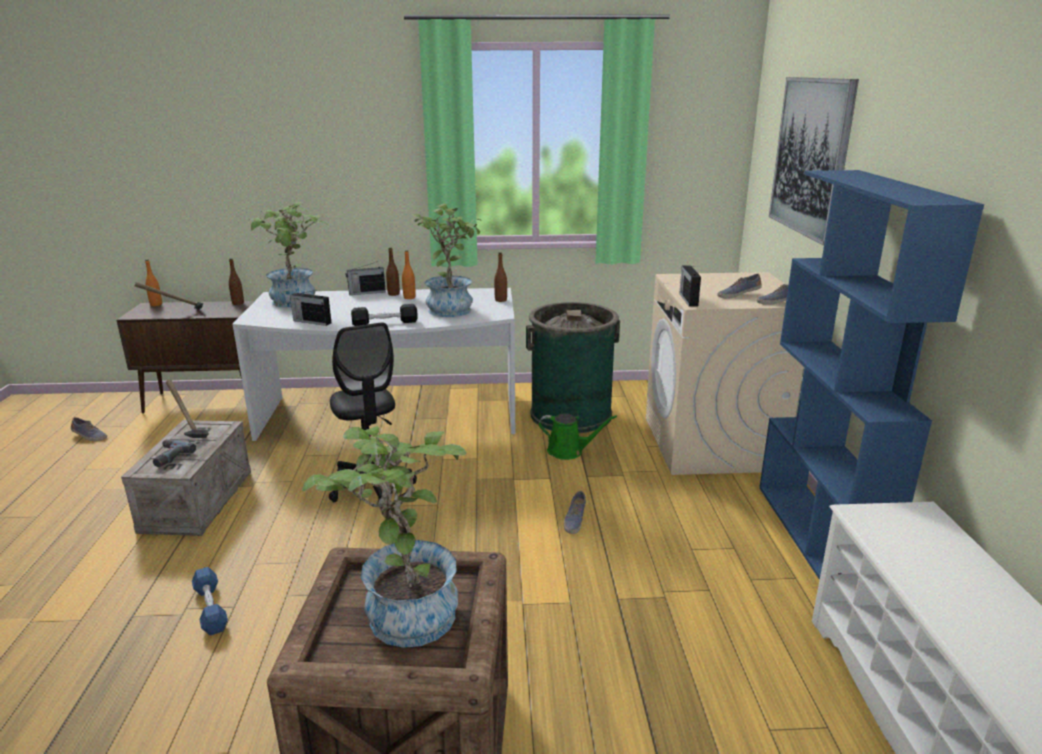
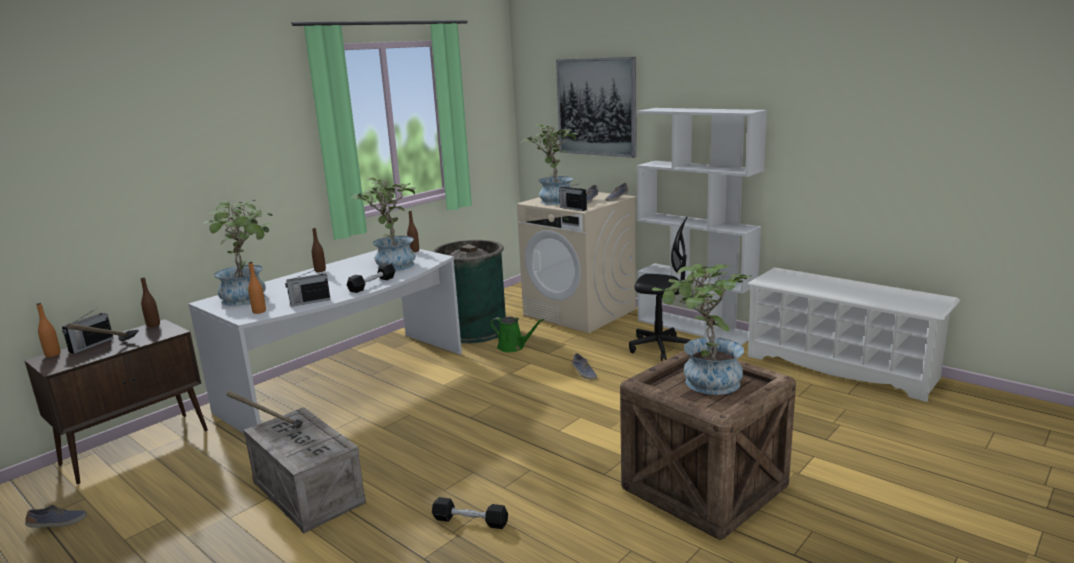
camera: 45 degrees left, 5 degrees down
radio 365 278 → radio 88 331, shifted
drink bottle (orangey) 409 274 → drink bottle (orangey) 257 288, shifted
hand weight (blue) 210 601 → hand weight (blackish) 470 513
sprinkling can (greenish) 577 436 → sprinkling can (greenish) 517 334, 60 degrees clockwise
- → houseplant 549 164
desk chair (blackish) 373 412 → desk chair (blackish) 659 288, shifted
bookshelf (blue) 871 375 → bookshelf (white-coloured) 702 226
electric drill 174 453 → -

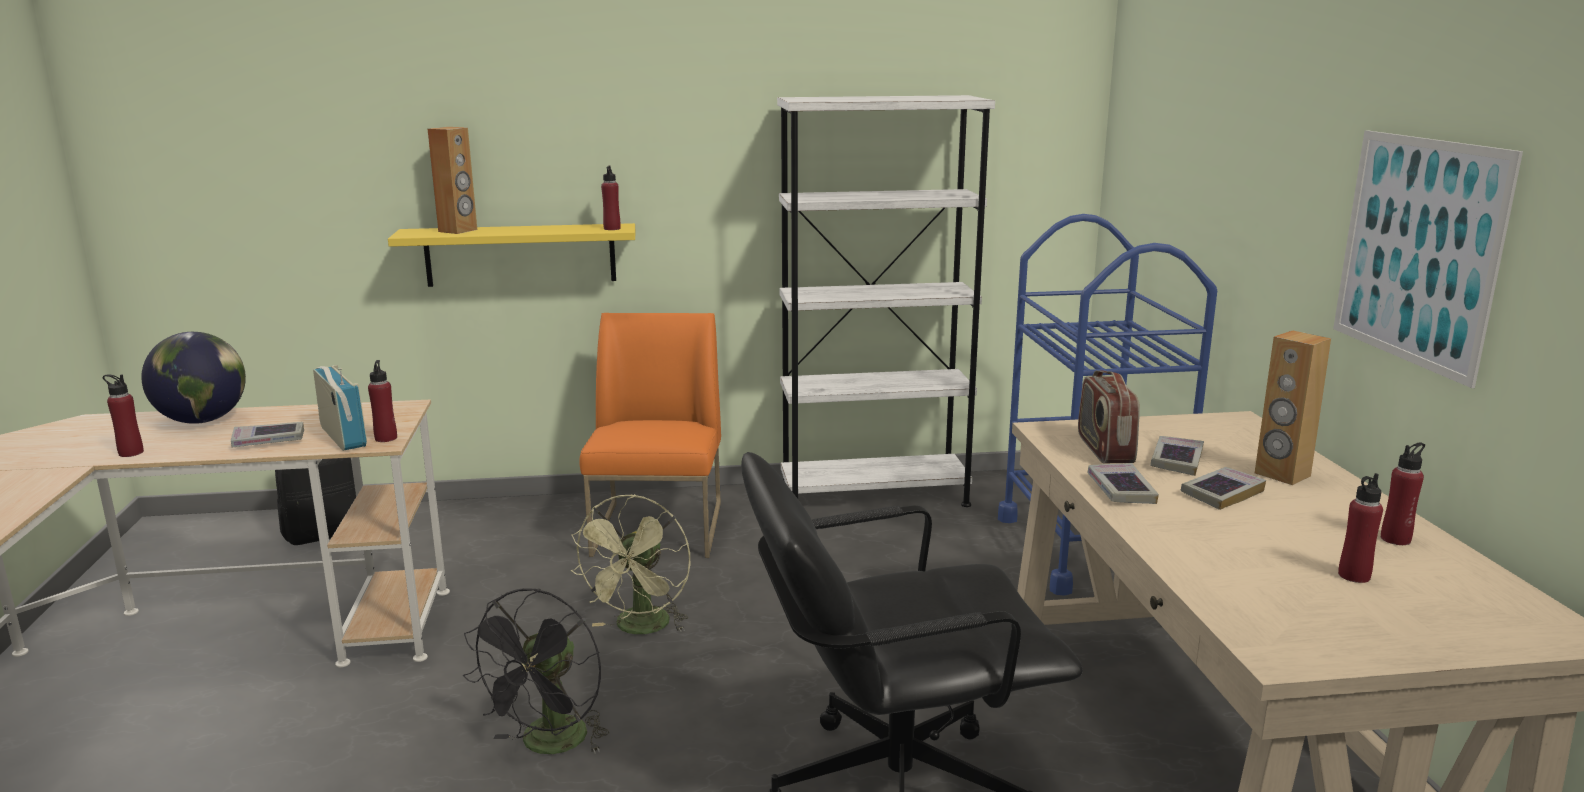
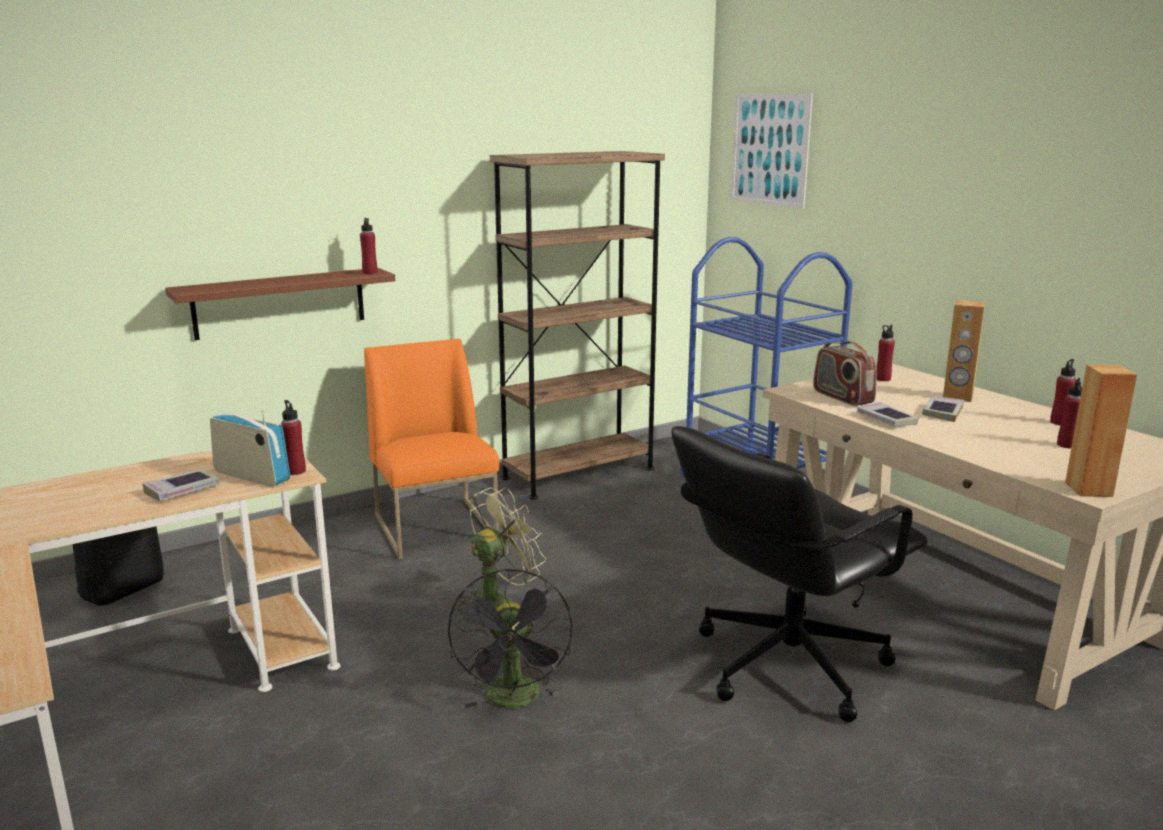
camera: 25 degrees left, 0 degrees up
shelf (yellow-coloured) 511 255 → shelf (brown-coloured) 280 304
cooling fan (greenish) 630 564 → cooling fan (greenish) 499 551, 120 degrees counterclockwise
bookshelf (white-coloured) 886 301 → bookshelf (brown-coloured) 577 325
picture 1428 259 → picture 772 151, shifted
drink bottle (reddish) 123 415 → drink bottle (reddish) 885 352, shifted
loudspeaker (brown-coloured) 452 180 → loudspeaker (brown-coloured) 1101 431, shifted
globe 193 378 → -
bound book 1177 456 → -

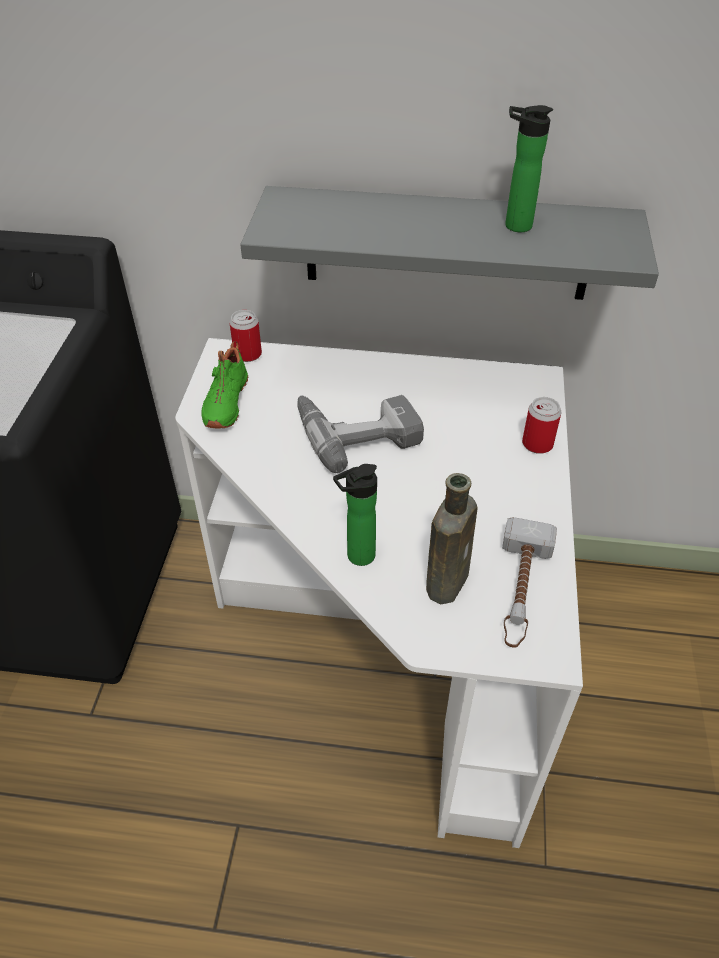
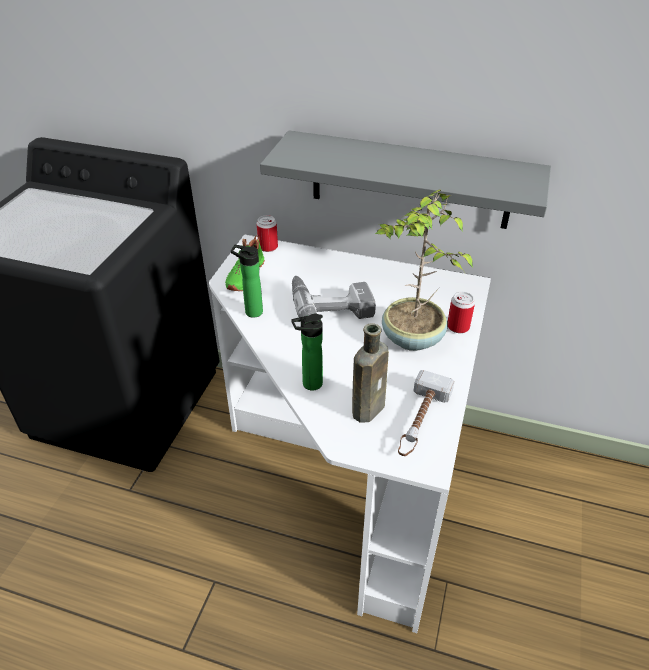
camera: 10 degrees right, 5 degrees down
drink bottle 529 168 → drink bottle 247 281, shifted
- → houseplant 424 270

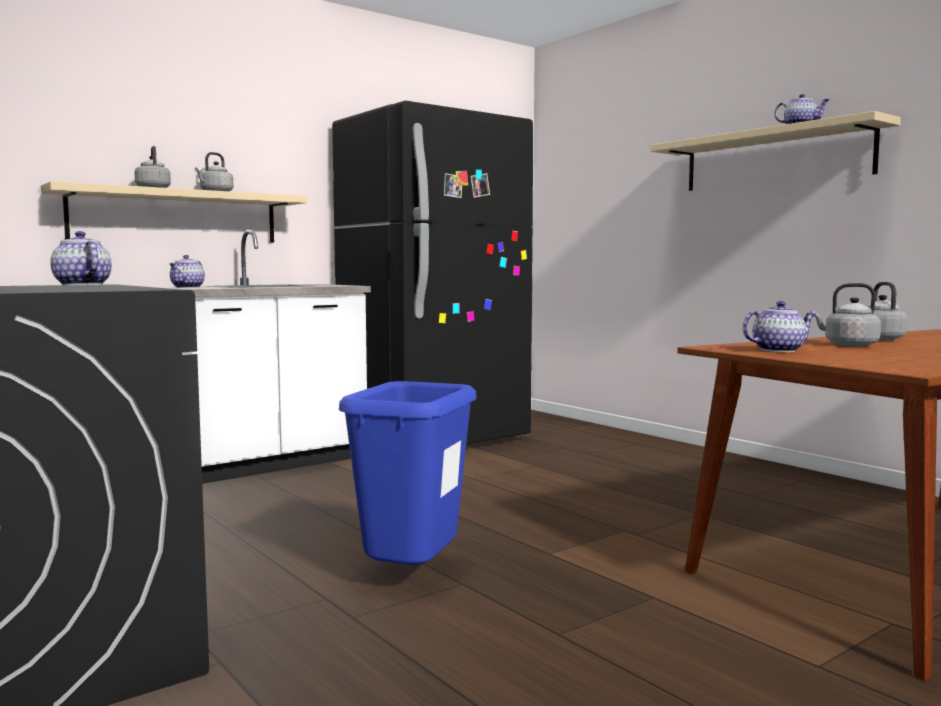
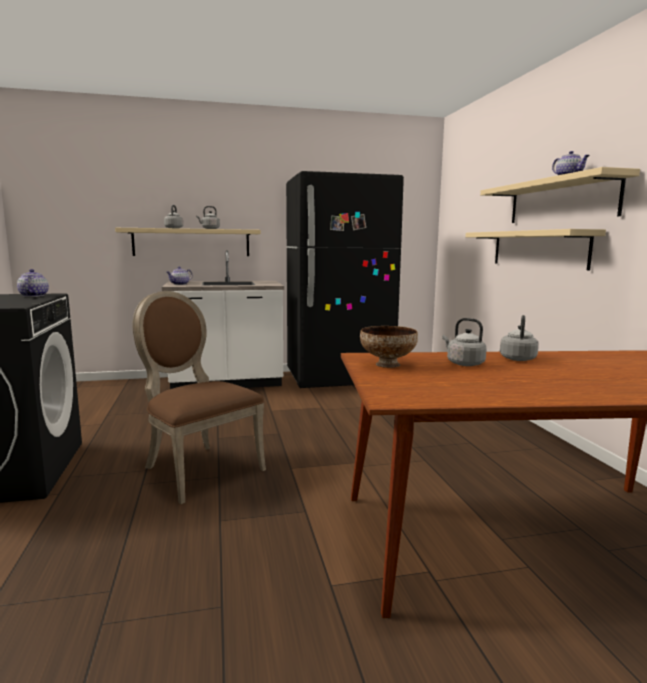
camera: 25 degrees right, 5 degrees up
trash can (blue) 408 473 → upright chair (brown-coloured) 199 397
teapot 779 326 → deep dish 389 347
- → shelf (beige) 535 249

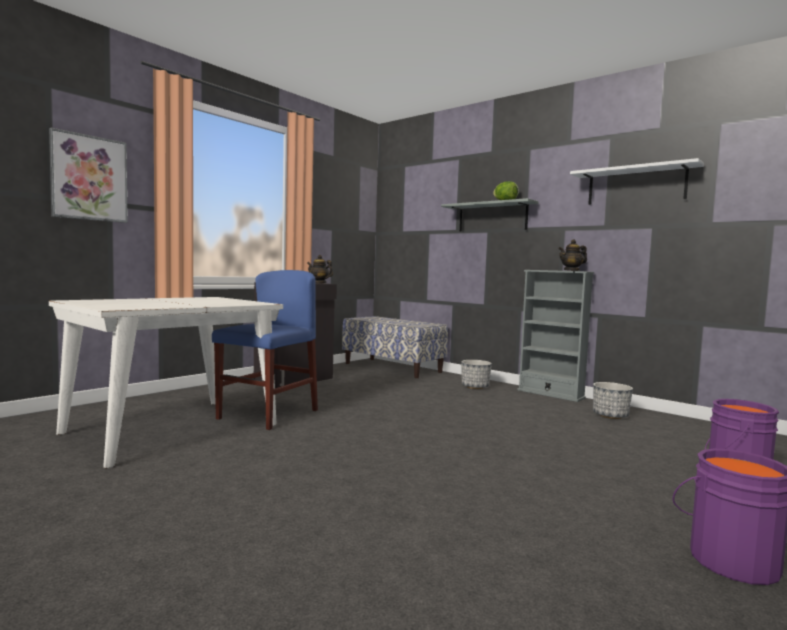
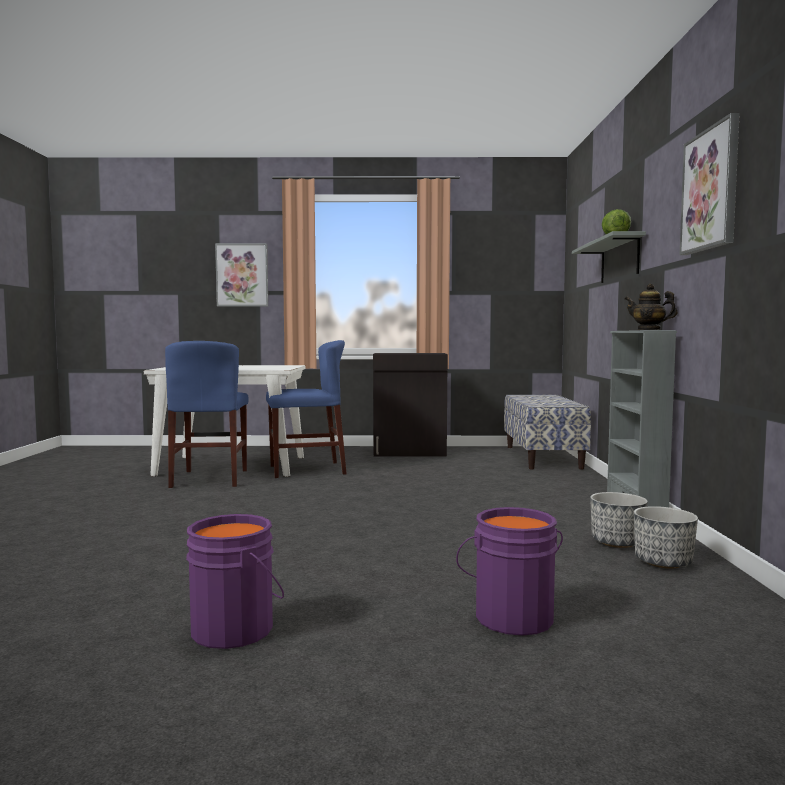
camera: 50 degrees right, 0 degrees up
- → upright chair (blue) 207 414
planter 476 374 → planter 666 537, shifted
shelf (white-coloured) 637 181 → picture 709 184
teapot 320 269 → -

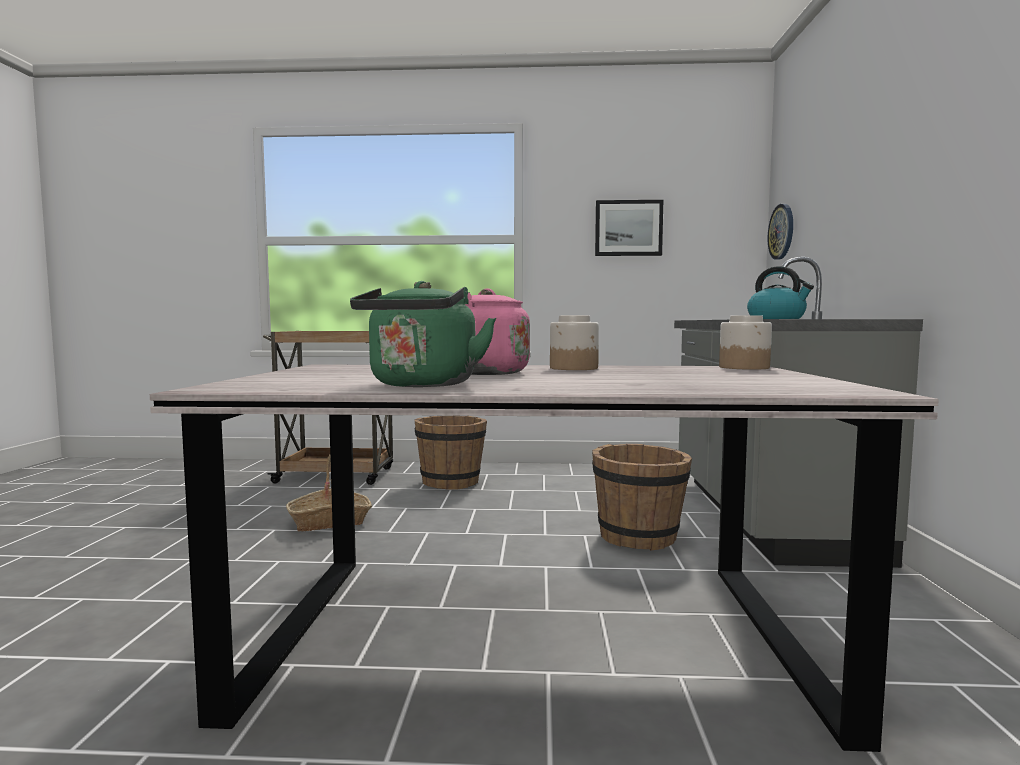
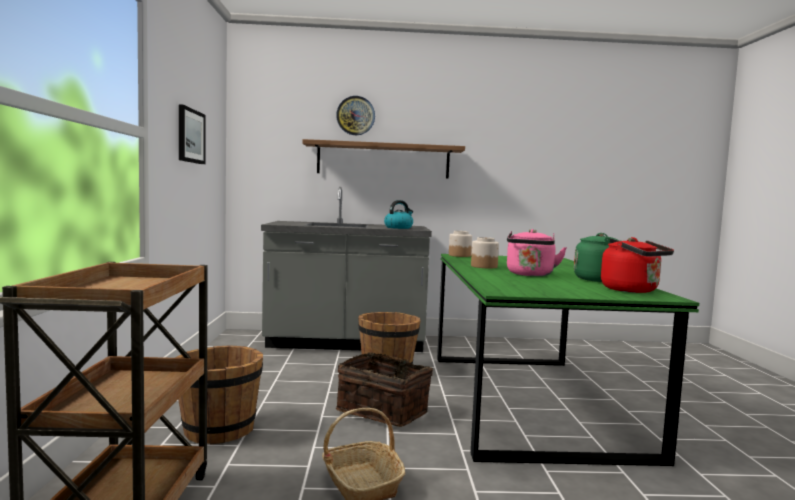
camera: 95 degrees left, 0 degrees up
- → shelf 383 159
wall clock 780 232 → wall clock 355 115, shifted
- → storage basket 384 390
dinner table (gray) 544 558 → dinner table (greenish) 568 360
- → tea kettle (reddish) 637 265

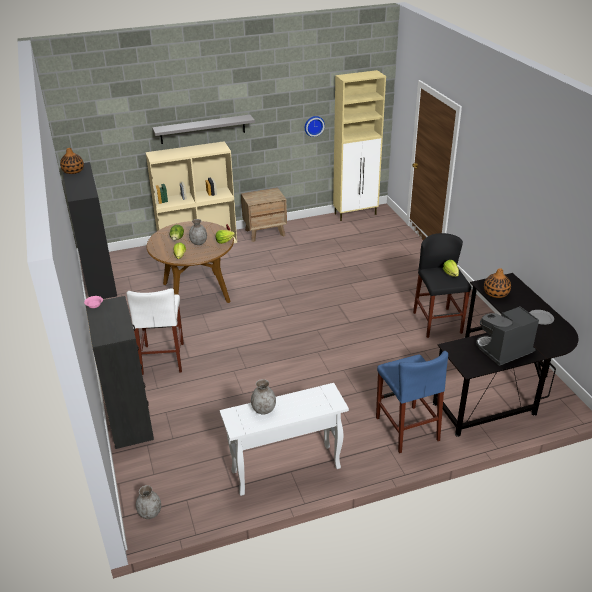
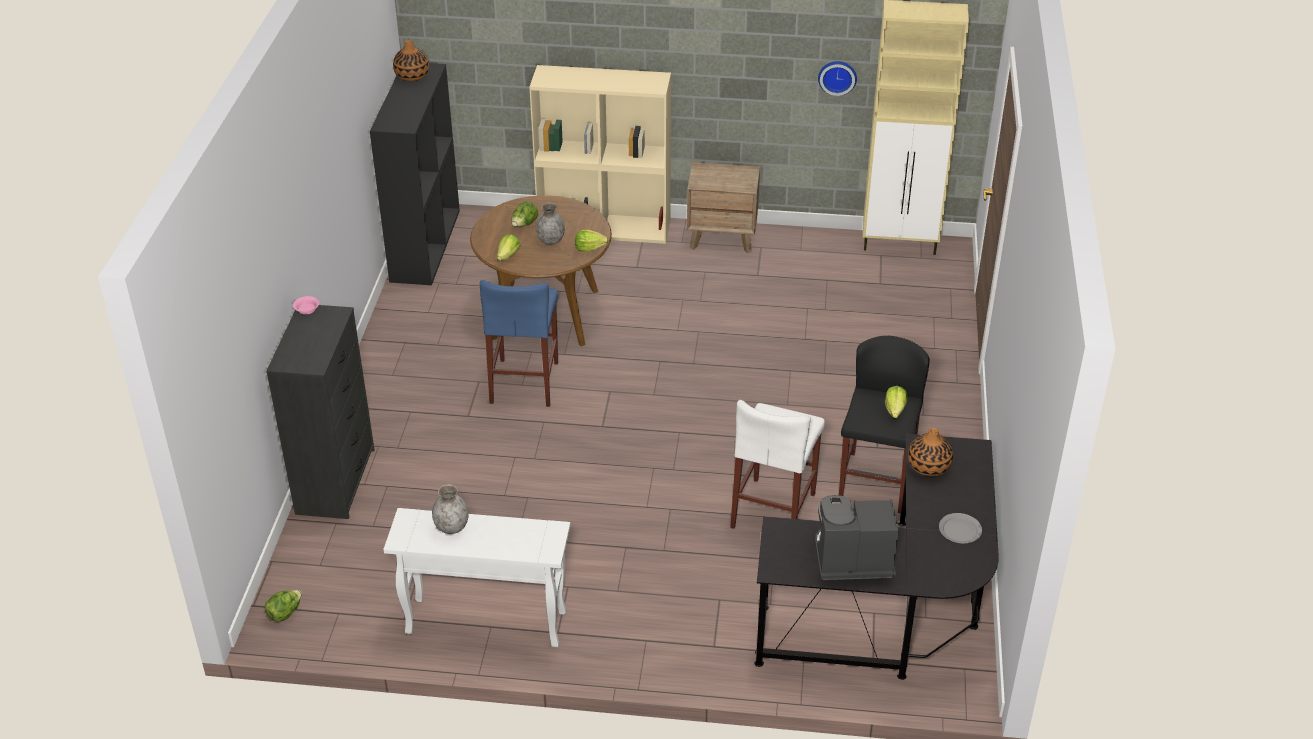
camera: 25 degrees right, 5 degrees up
flower vase (gray) 148 502 → lettuce head 283 606
stool seat (blue) 412 402 → stool seat (blue) 519 343, shifted
stool seat (white-coloured) 155 331 → stool seat (white-coloured) 777 464, shifted
shelf (gray) 203 129 → -

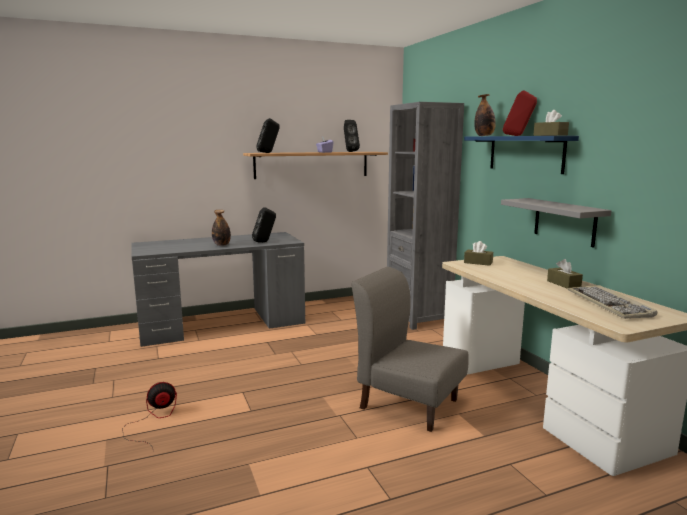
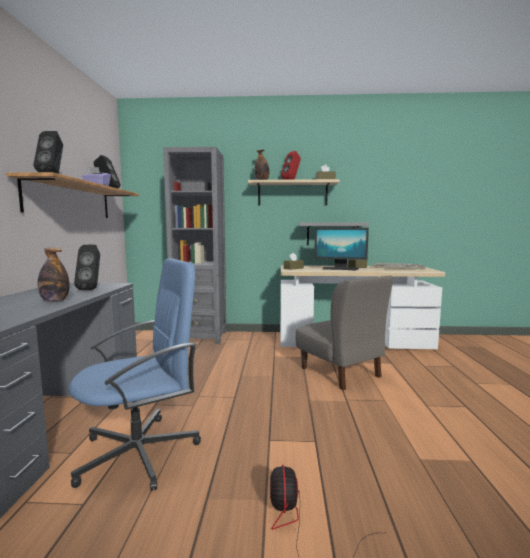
camera: 65 degrees left, 5 degrees down
- → desk chair (blue) 135 374
shelf (blue) 521 155 → shelf (beige) 293 192
upright chair (gray) 410 349 → upright chair (gray) 344 333, 90 degrees counterclockwise
- → computer screen 341 249

